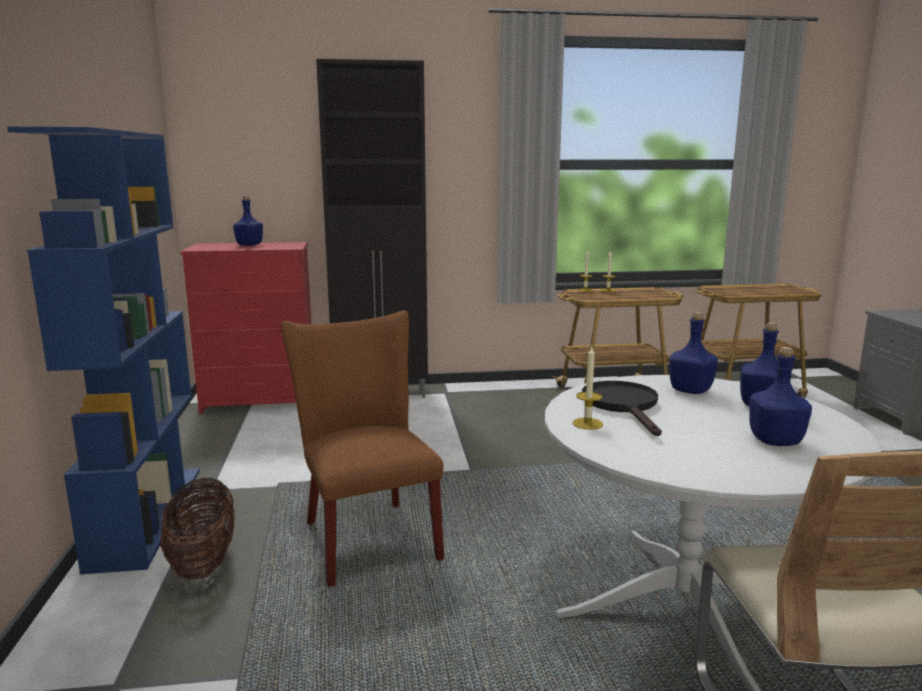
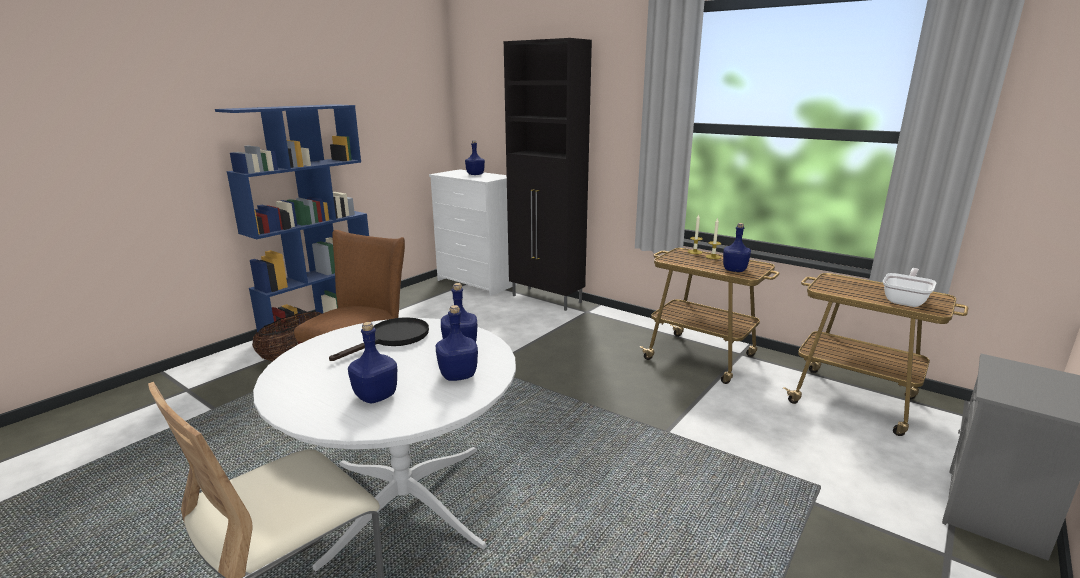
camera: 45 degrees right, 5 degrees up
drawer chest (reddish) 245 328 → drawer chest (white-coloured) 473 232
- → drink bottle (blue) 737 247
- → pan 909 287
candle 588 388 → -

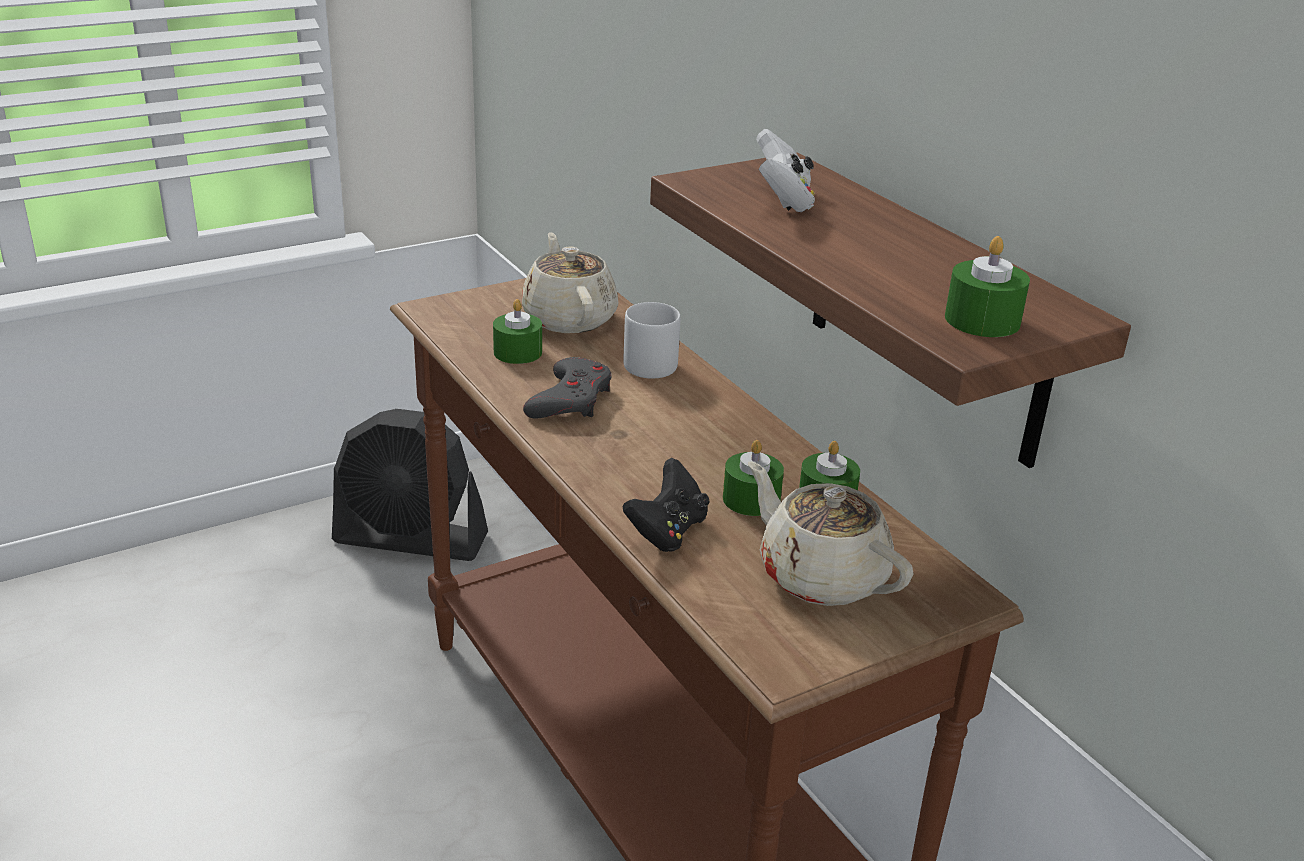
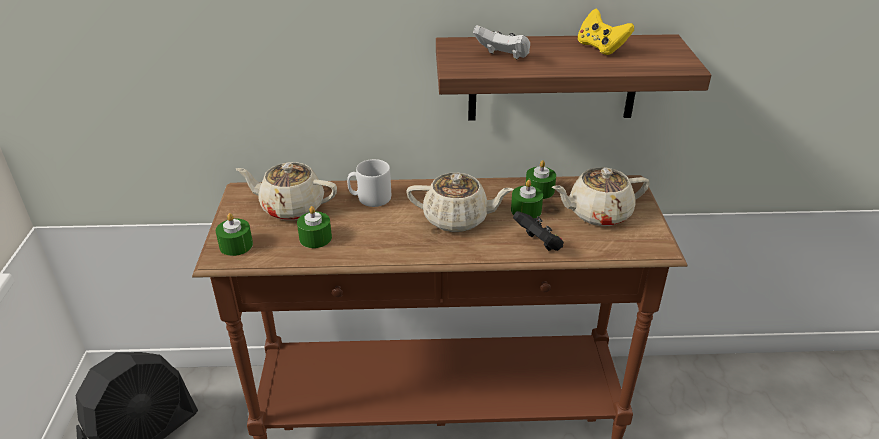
camera: 60 degrees left, 5 degrees up
candle (greenish) 987 286 → candle (greenish) 234 234, shifted
- → teapot (beige) 460 202
- → gamepad (yellow-coloured) 605 31
gamepad (gray) 567 388 → -

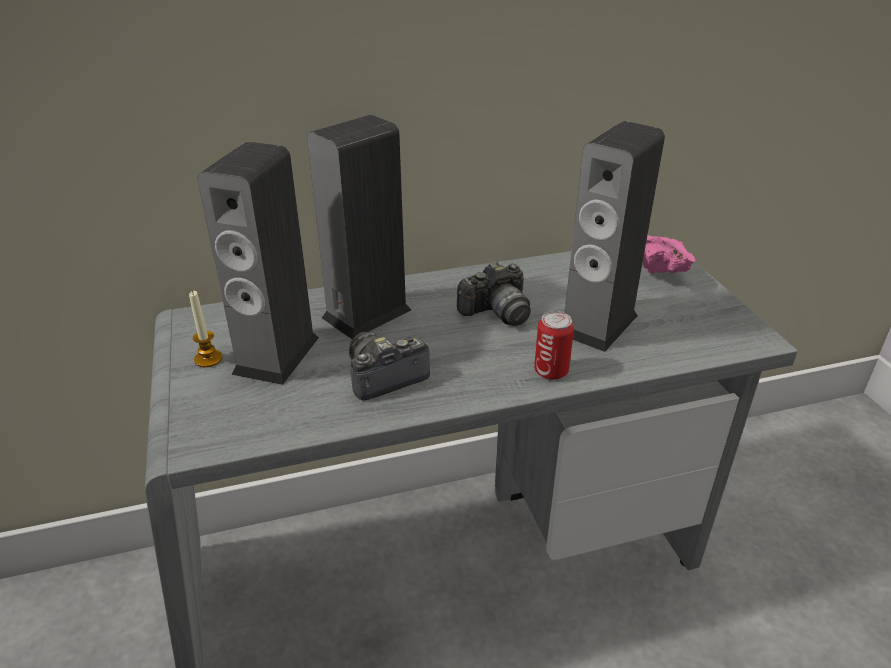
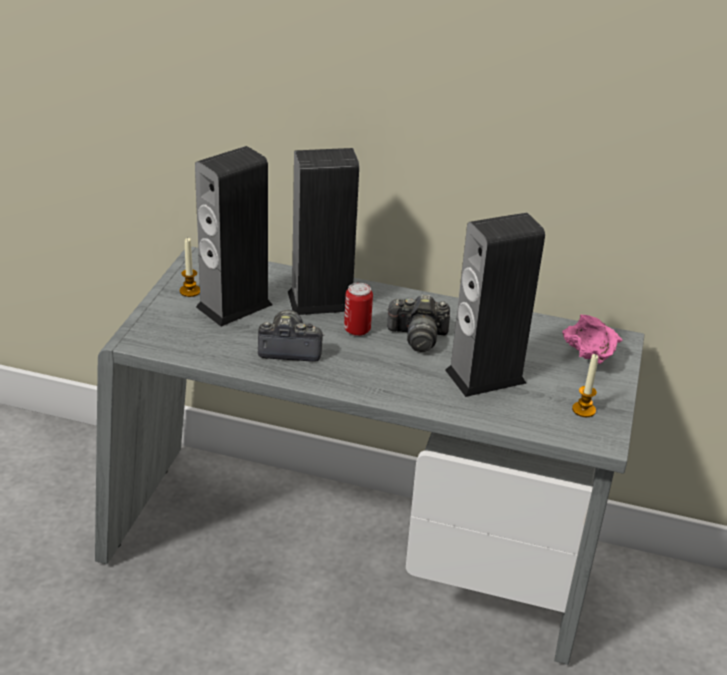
camera: 30 degrees right, 0 degrees up
metal can 554 345 → metal can 358 309, shifted
- → candle 585 385

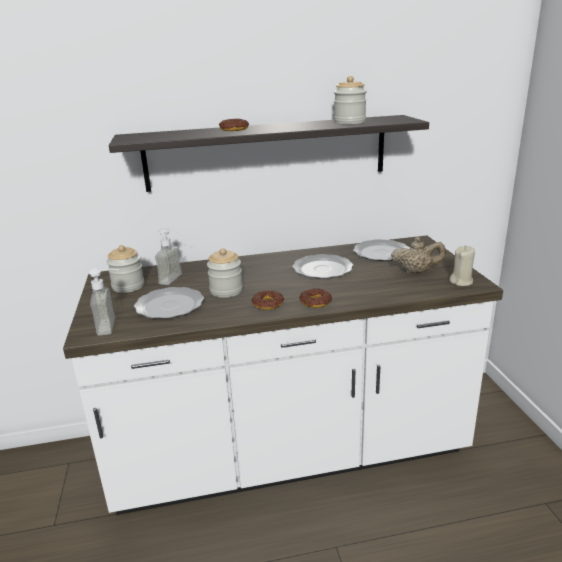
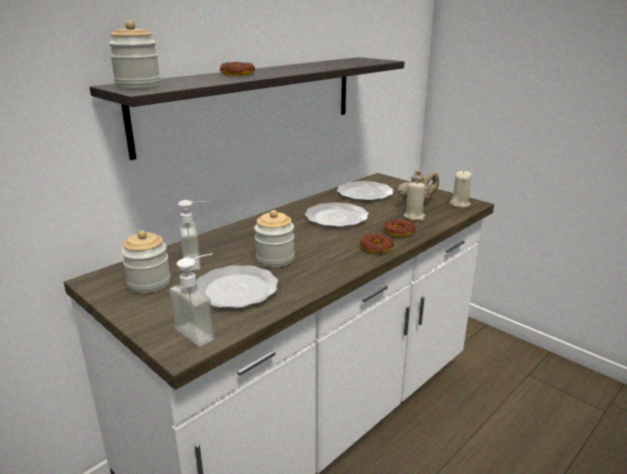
camera: 35 degrees left, 0 degrees up
storage jar 350 100 → storage jar 134 54, shifted
ring doughnut 268 300 → ring doughnut 399 228, shifted
- → candle (beige) 414 201

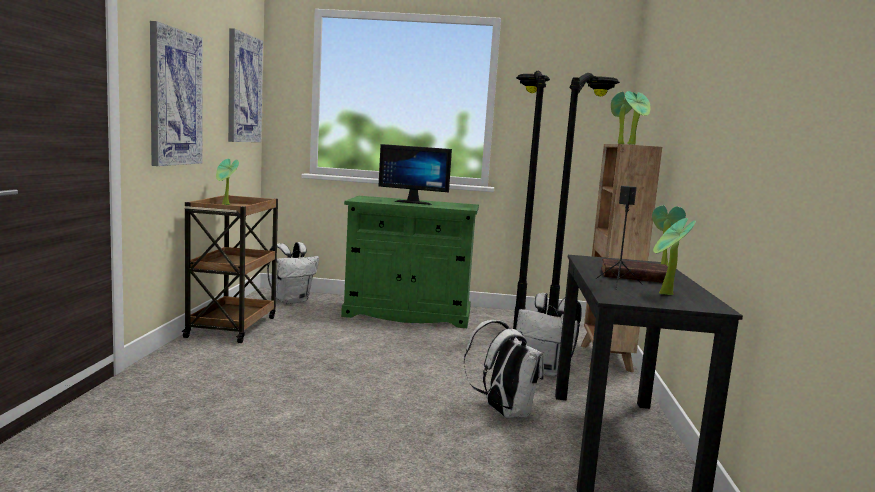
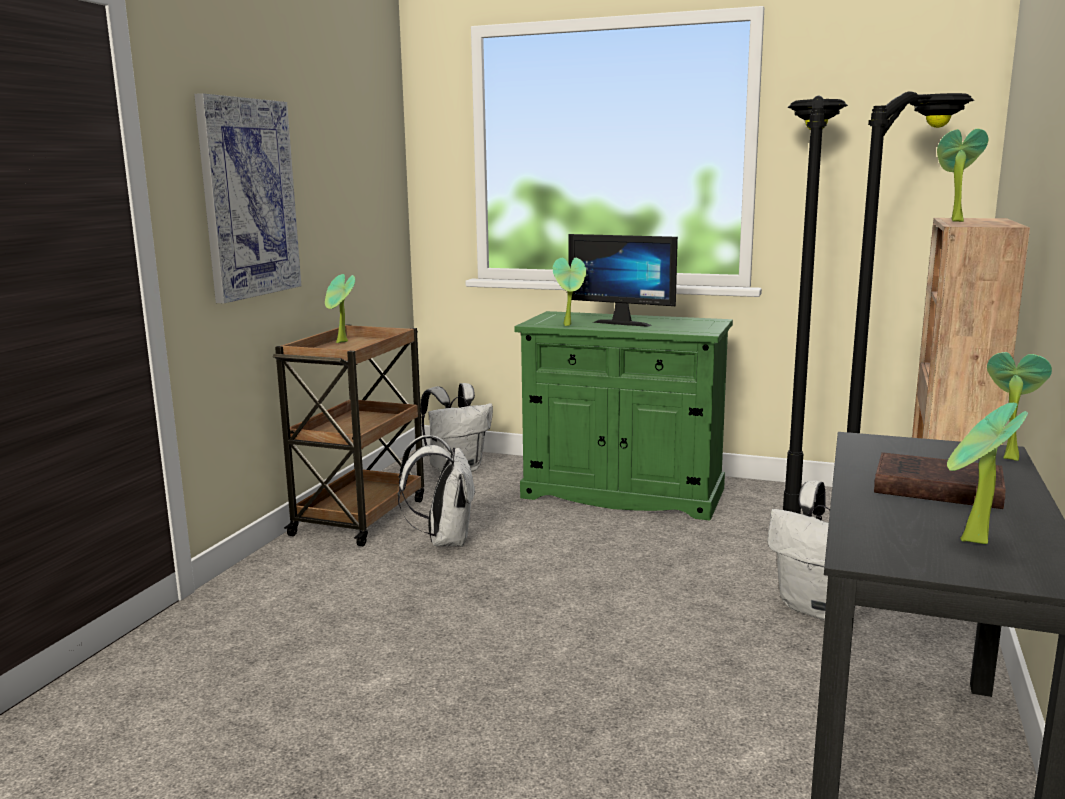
camera: 15 degrees right, 5 degrees up
rucksack (white-coloured) 504 369 → rucksack (white-coloured) 437 491, shifted
houseplant 637 118 → houseplant 569 292, shifted
picture 245 85 → -
loudspeaker (blackish) 619 238 → -

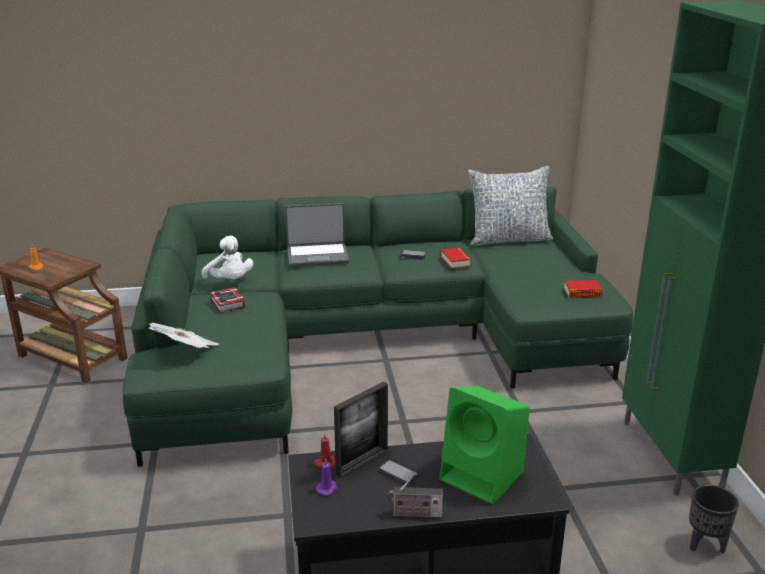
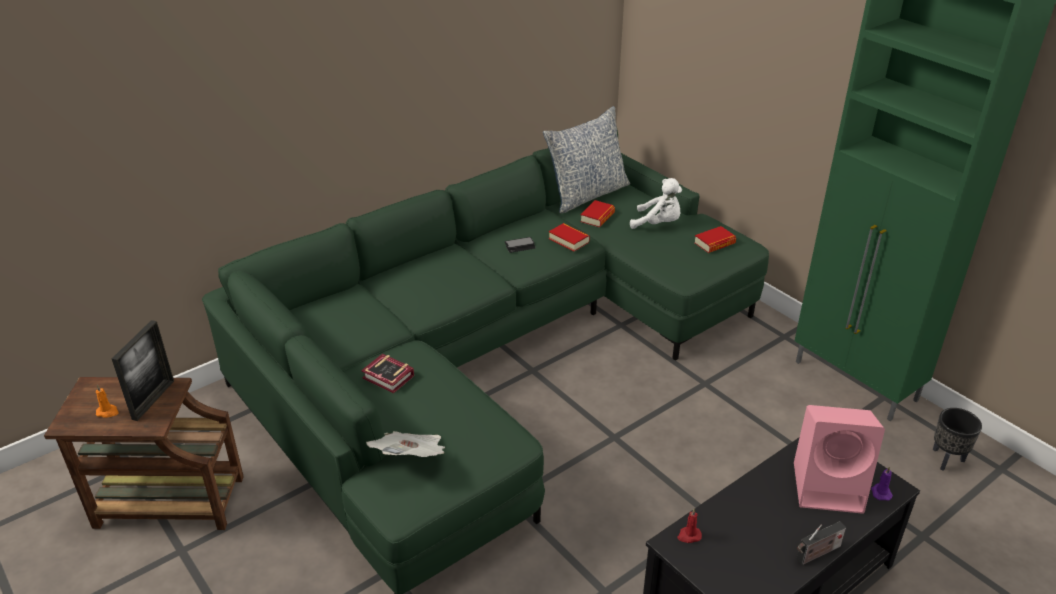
camera: 30 degrees left, 10 degrees up
standing frame 361 429 → standing frame 143 370, shifted
- → bound book 597 213
plush toy (white-coloured) 227 257 → plush toy (white-coloured) 656 203, shifted
loudspeaker (greenish) 484 445 → loudspeaker (pinkish) 839 459
candle (purplish) 326 477 → candle (purplish) 882 483, shifted
notebook computer 317 235 → -
phone 400 471 → -

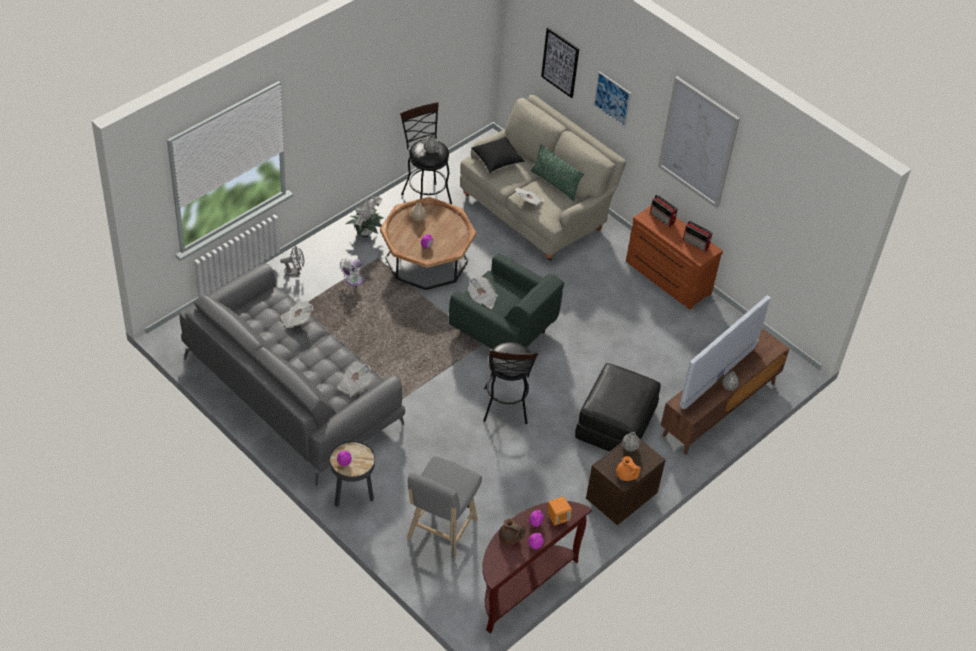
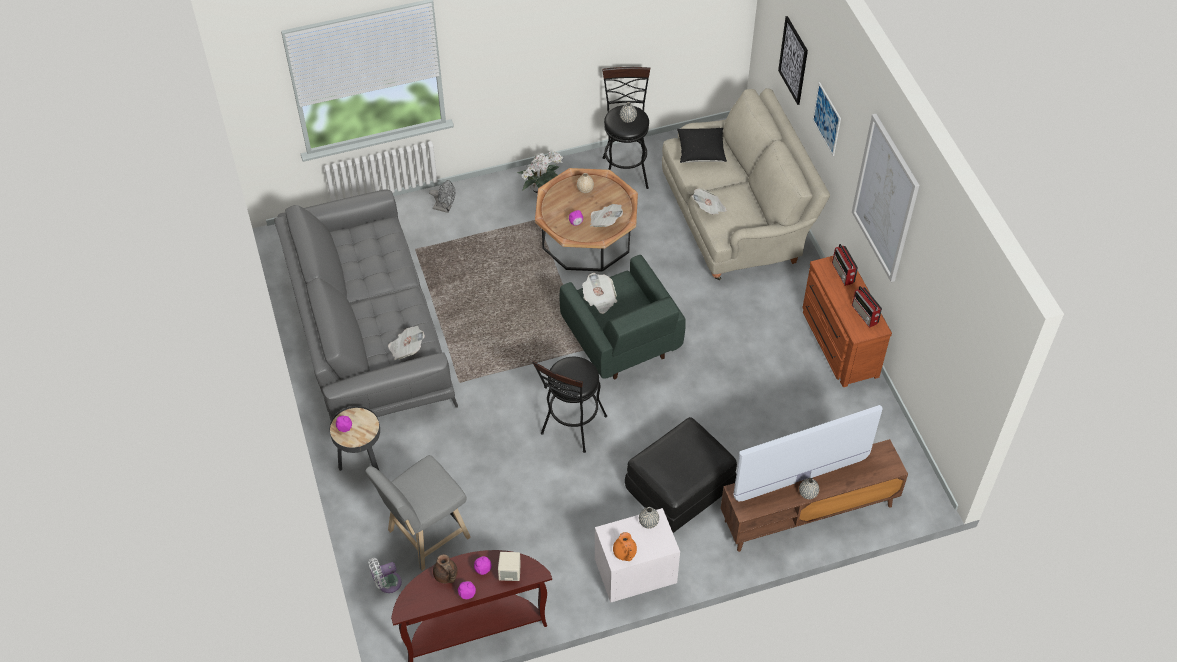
camera: 30 degrees right, 5 degrees up
cooling fan (white-coloured) 351 272 → cooling fan (white-coloured) 385 575, shifted
loudspeaker (orangey) 559 511 → loudspeaker (beige) 509 566
printed paper 296 314 → printed paper 606 215, shifted
nightstand (brown-coloured) 626 481 → nightstand (white-coloured) 637 555
pillow (greenish) 557 172 → -

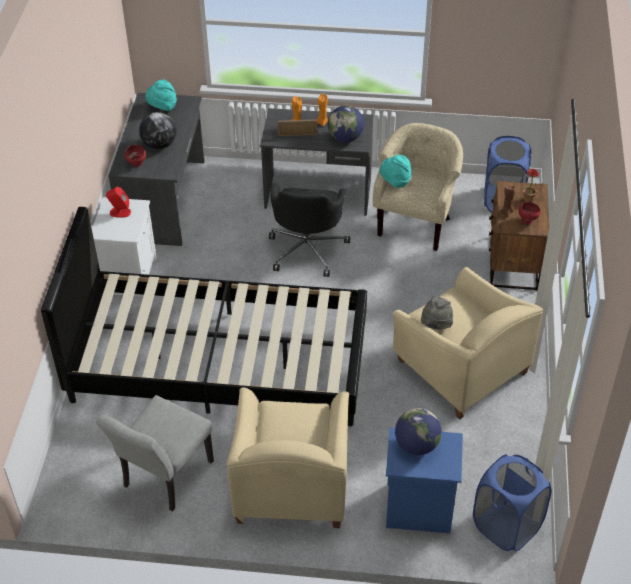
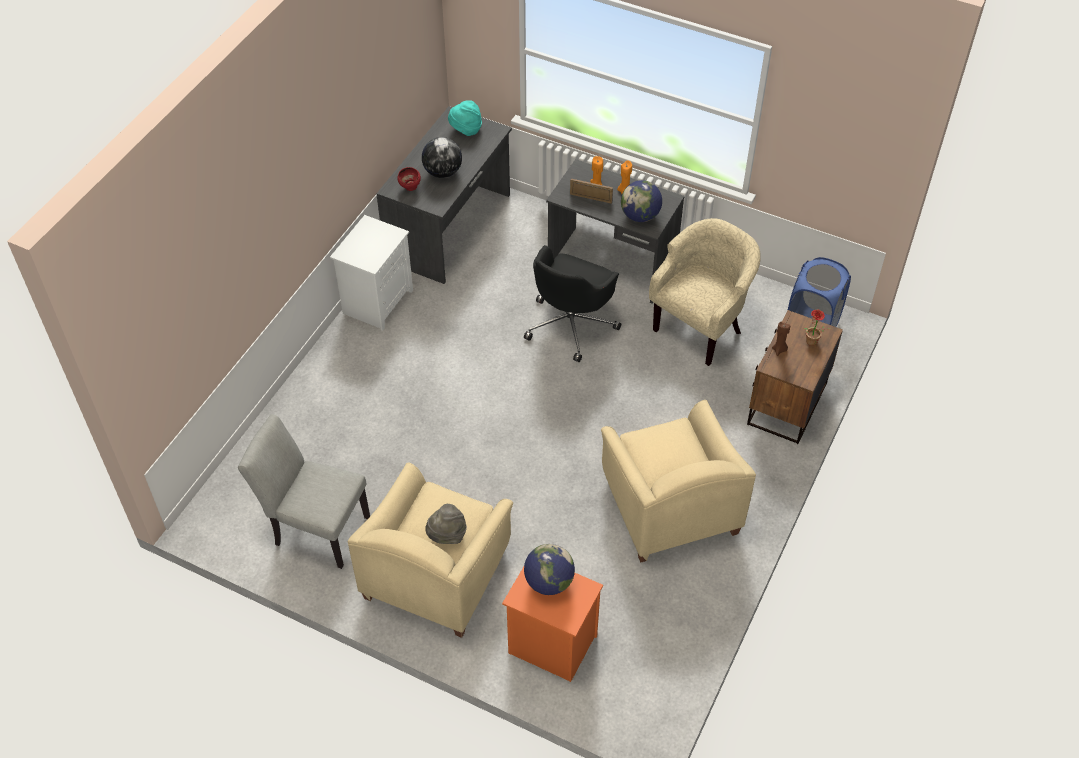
camera: 20 degrees right, 5 degrees up
upright chair (gray) 155 453 → upright chair (gray) 304 491, 60 degrees clockwise
hat (gray) 437 313 → hat (gray) 446 524, shifted
nightstand (blue) 424 480 → nightstand (orangey) 552 624
bedroom bed (blackish) 204 316 → -
loudspeaker (reddish) 118 202 → -
hat (turquoise) 395 171 → -
washing basket (blue) 512 503 → -
deep dish (reddish) 529 213 → -

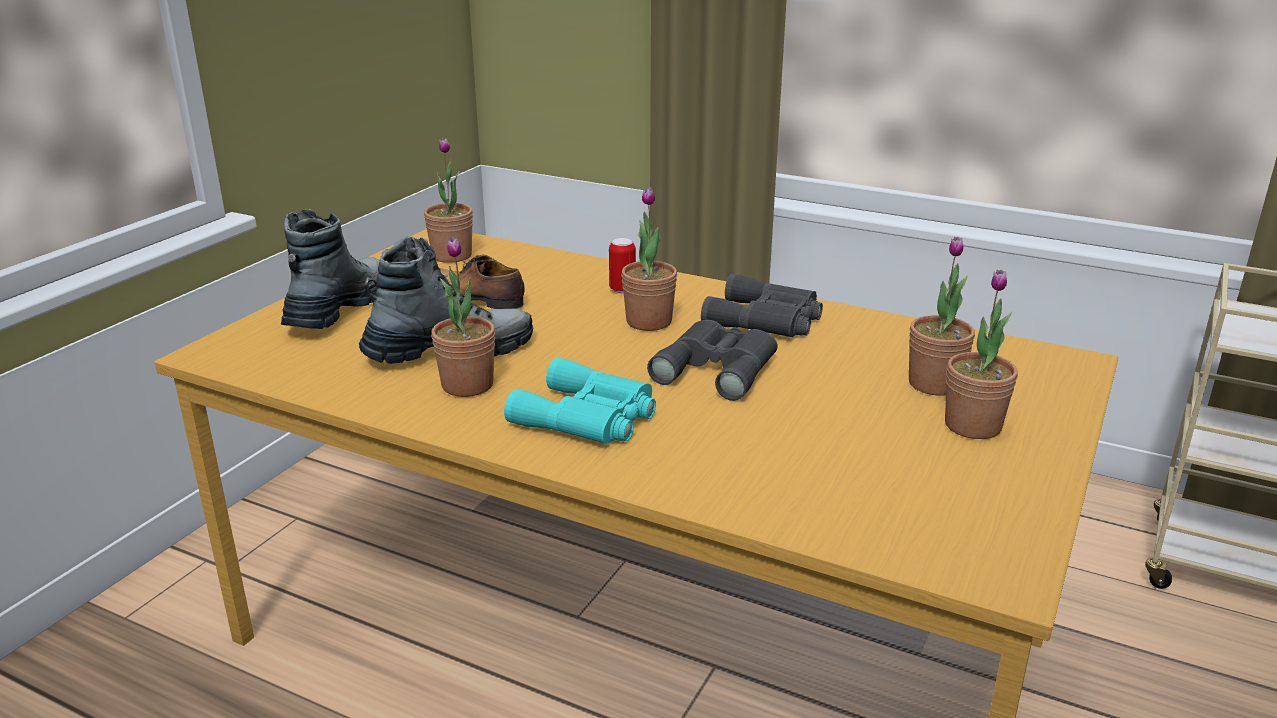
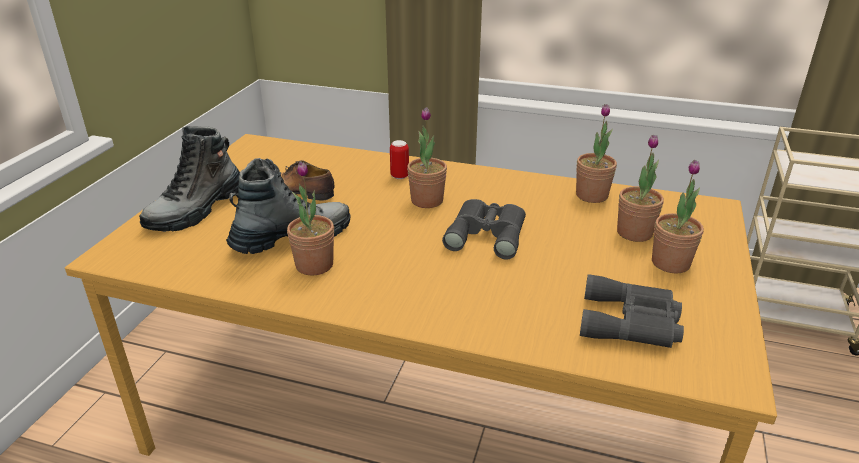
camera: 10 degrees left, 5 degrees up
high-top boot 330 269 → high-top boot 189 179, 150 degrees counterclockwise
houseplant 448 200 → houseplant 596 153, shifted
binoculars (gray) 762 305 → binoculars (gray) 632 311, shifted
binoculars (turquoise) 580 401 → -

